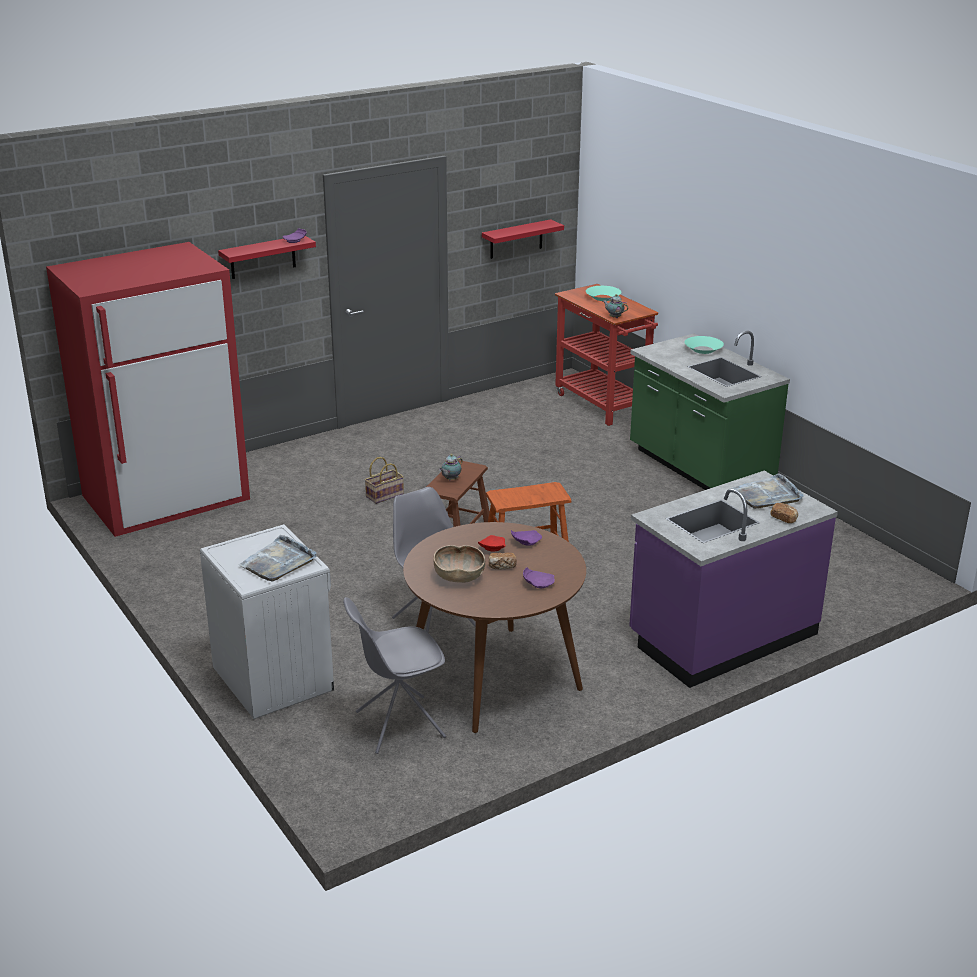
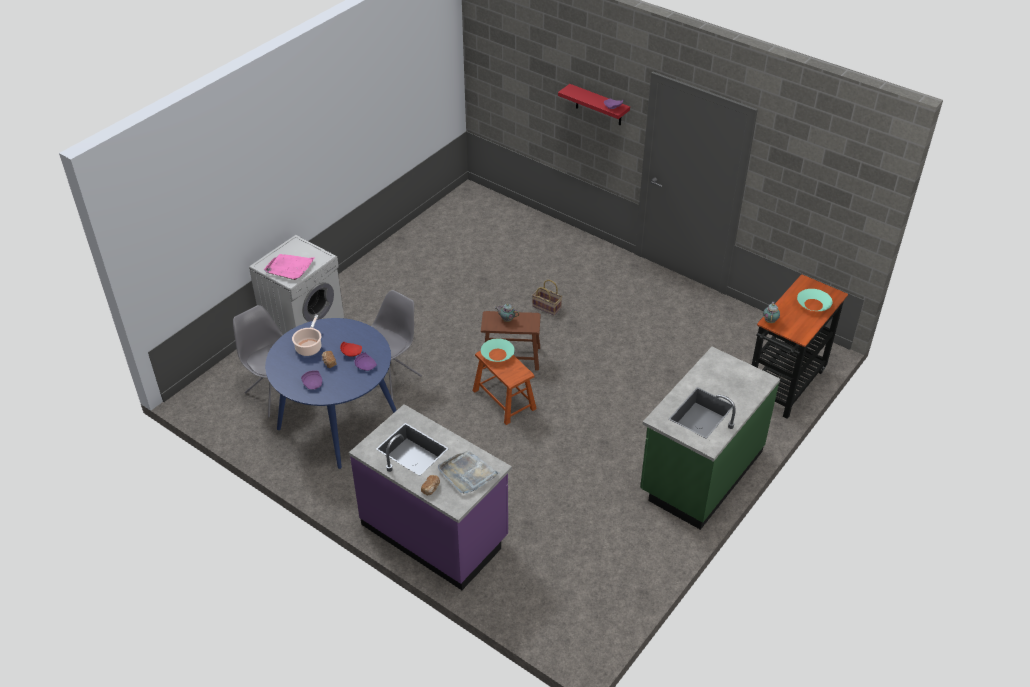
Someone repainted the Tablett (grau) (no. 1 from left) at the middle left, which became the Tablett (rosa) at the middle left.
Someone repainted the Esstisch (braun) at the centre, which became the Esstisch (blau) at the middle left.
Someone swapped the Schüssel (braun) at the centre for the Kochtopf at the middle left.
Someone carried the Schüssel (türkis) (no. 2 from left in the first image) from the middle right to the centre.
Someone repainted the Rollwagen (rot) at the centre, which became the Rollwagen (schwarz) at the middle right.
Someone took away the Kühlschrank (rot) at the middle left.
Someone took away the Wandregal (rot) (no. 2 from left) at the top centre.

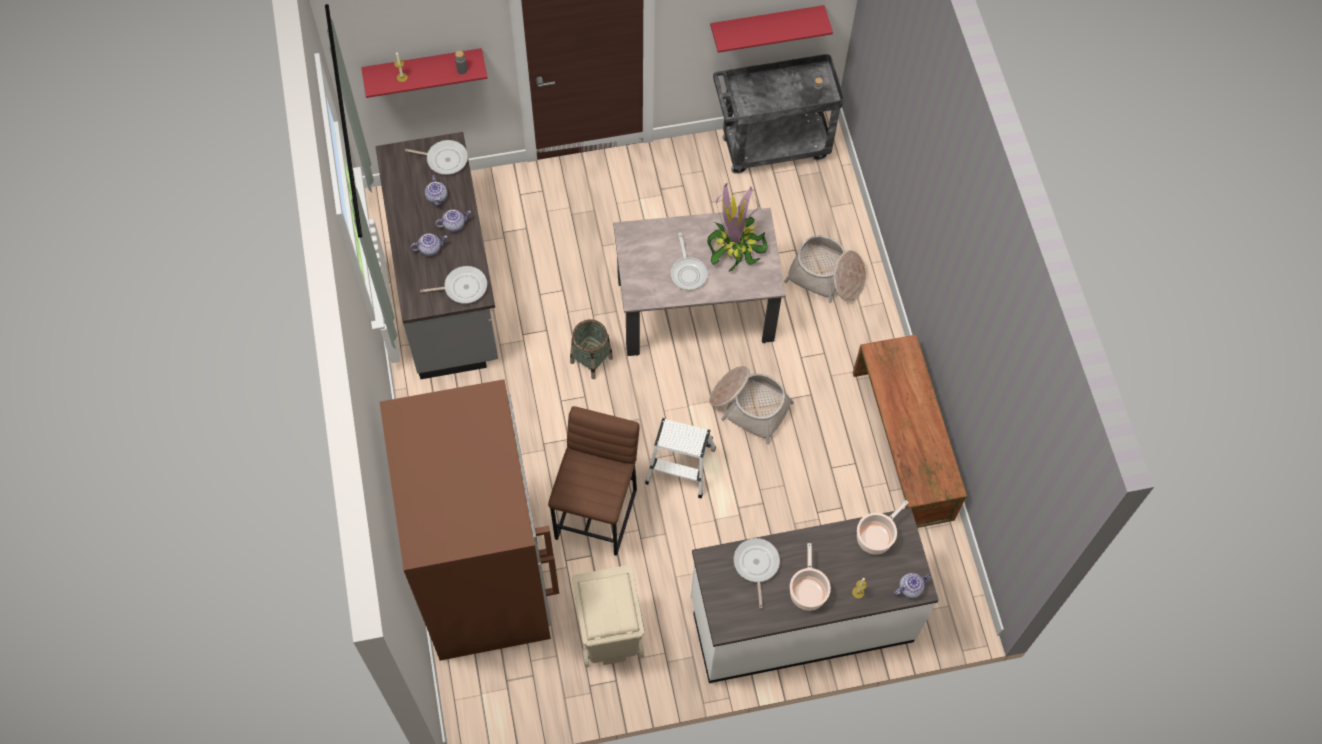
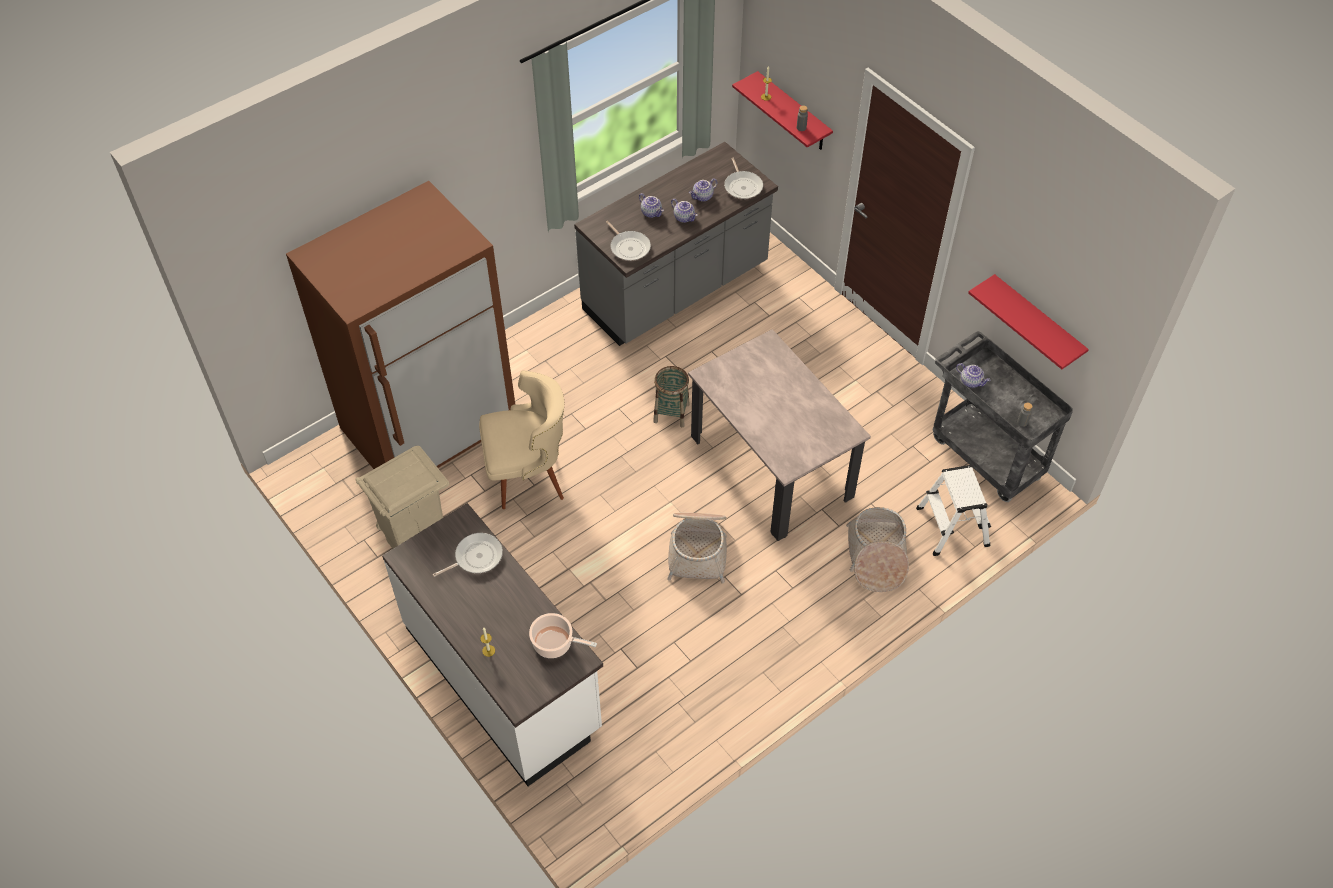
Someone swapped the Hocker (braun) at the centre for the Stuhl (beige) at the centre.
Someone carried the Trittleiter (weiß) from the centre to the middle right.
Someone carried the Teekanne (no. 4 from left) from the bottom right to the middle right.
Someone took away the Pfanne (no. 3 from left) at the centre.
Someone took away the Topfpflanze at the top centre.
Someone took away the Kochtopf (no. 1 from left) at the bottom centre.
Someone took away the Bank (braun) at the middle right.

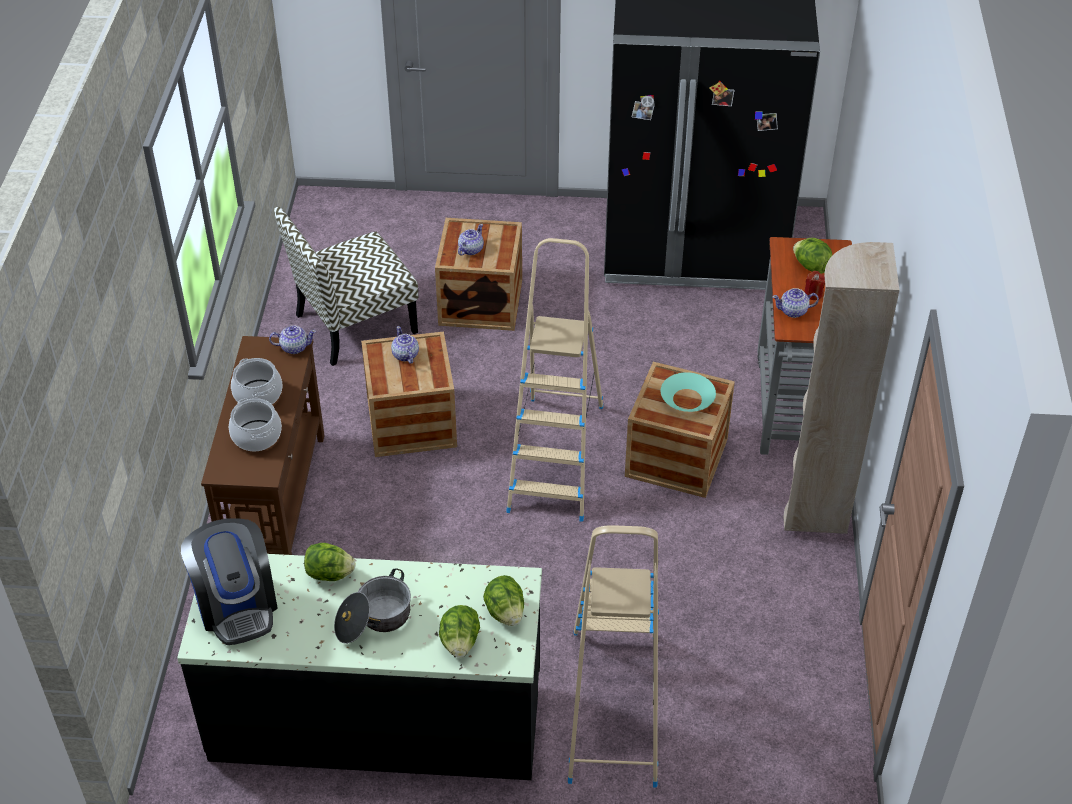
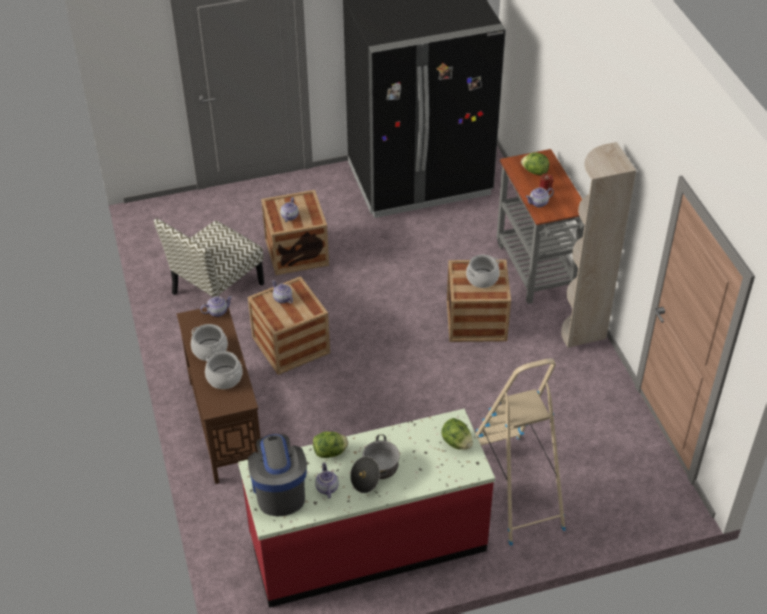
Someone repainted the Küchenzeile (schwarz) at the bottom centre, which became the Küchenzeile (rot) at the bottom centre.
Someone rotated the Kaffeemaschine at the bottom left by 150 degrees counterclockwise.
Someone put down the Teekanne (no. 4 from left) at the bottom centre.
Someone swapped the Schüssel (türkis) at the centre for the Kochtopf (no. 4 from left) at the centre.
Someone took away the Salatkopf (no. 2 from left) at the bottom centre.
Someone took away the Trittleiter (beige) (no. 1 from left) at the centre.

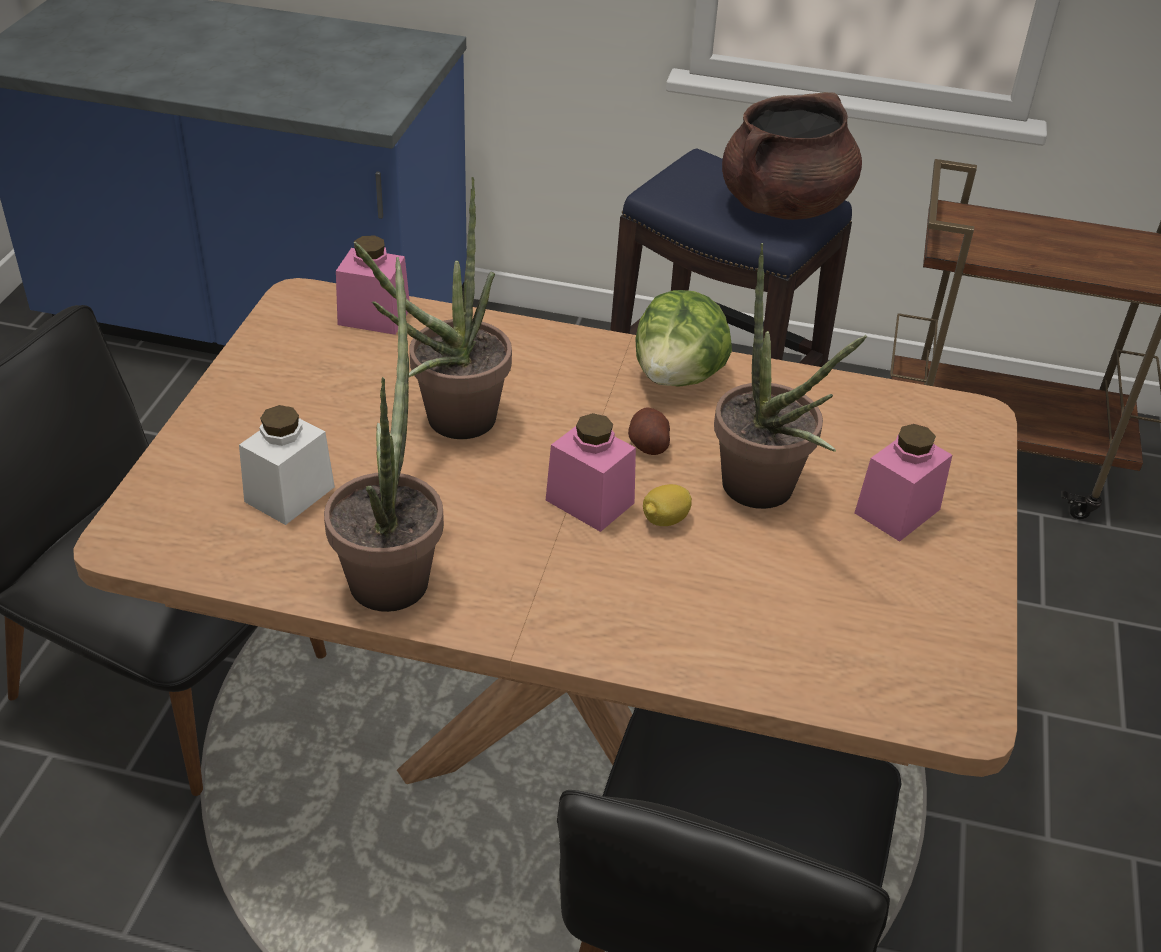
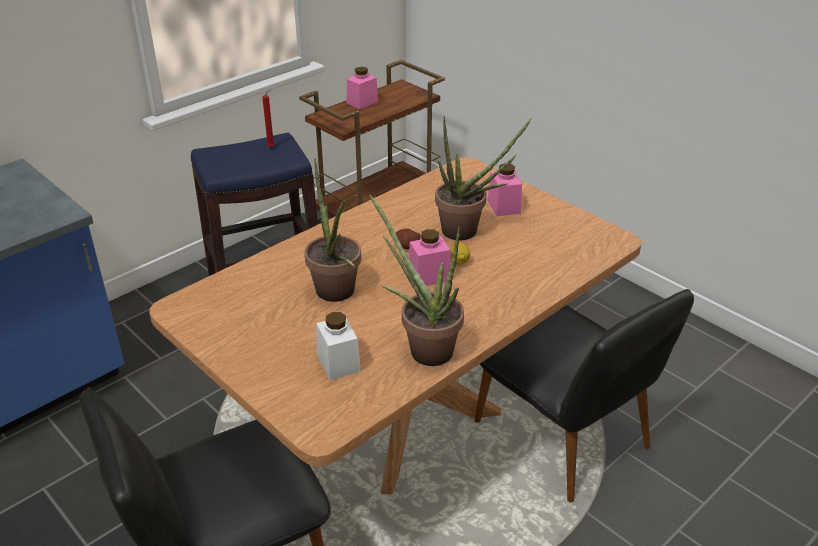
Someone swapped the Kochtopf (braun) at the top right for the Kerze (rot) at the top left.
Someone carried the Vorratsglas (rosa) (no. 1 from left) from the top left to the top centre.
Someone took away the Salatkopf at the centre.

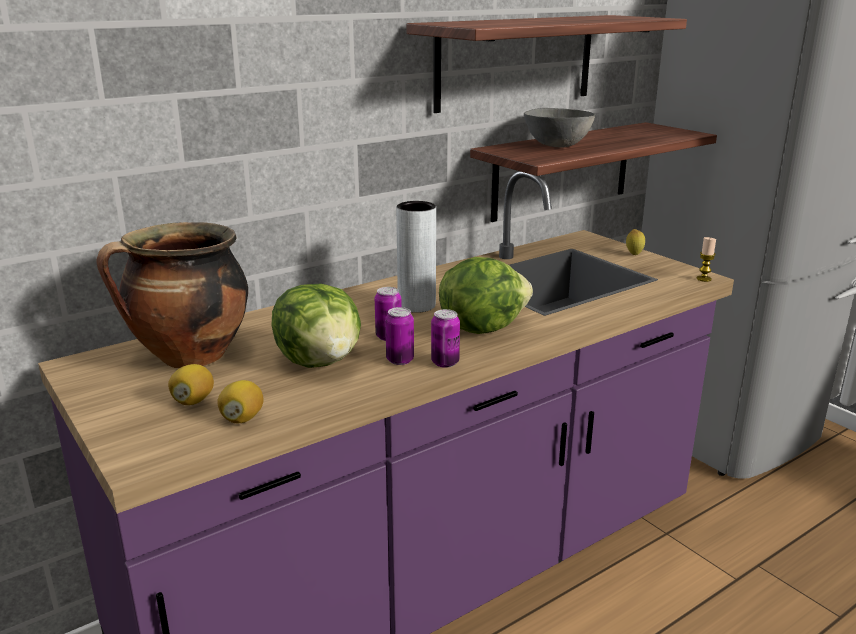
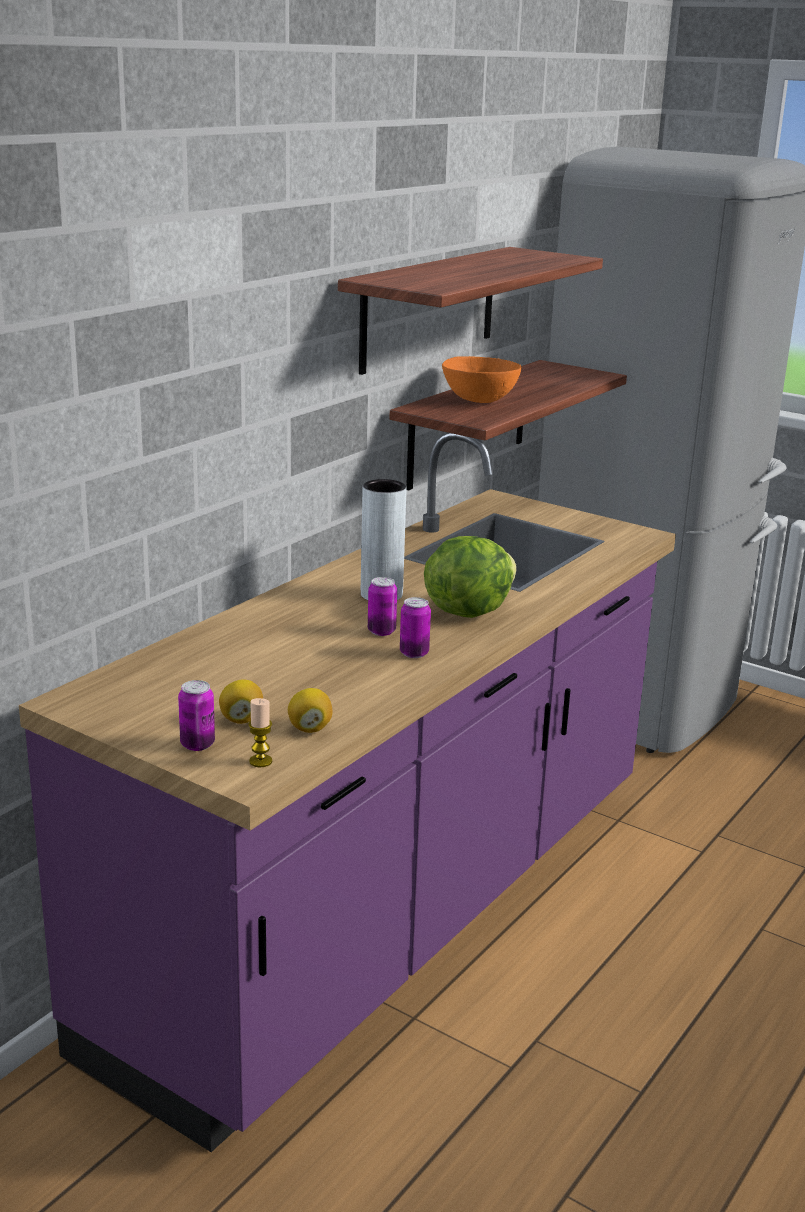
Someone carried the Dose (no. 3 from left in the first image) from the centre to the middle left.
Someone carried the Kerze from the middle right to the middle left.
Someone repainted the Schüssel (grau) at the top centre, which became the Schüssel (orange) at the top centre.
Someone took away the Kochtopf at the middle left.
Someone took away the Salatkopf (no. 1 from left) at the centre.
Someone took away the Zitrone (no. 3 from left) at the middle right.

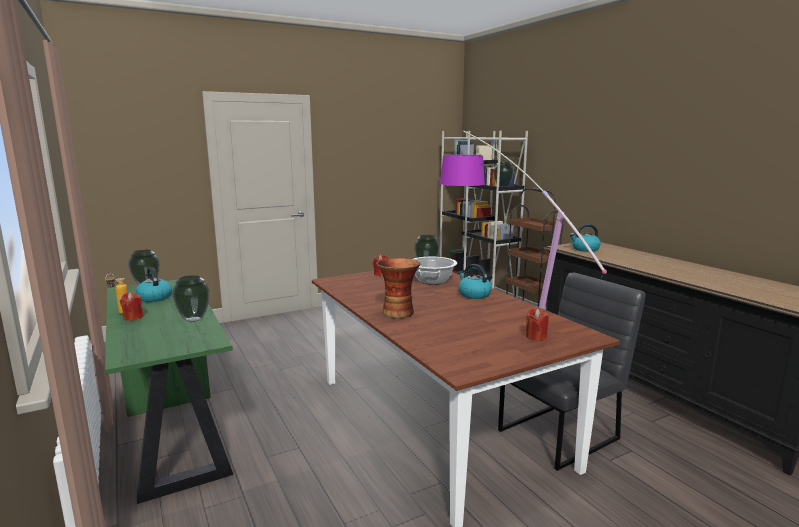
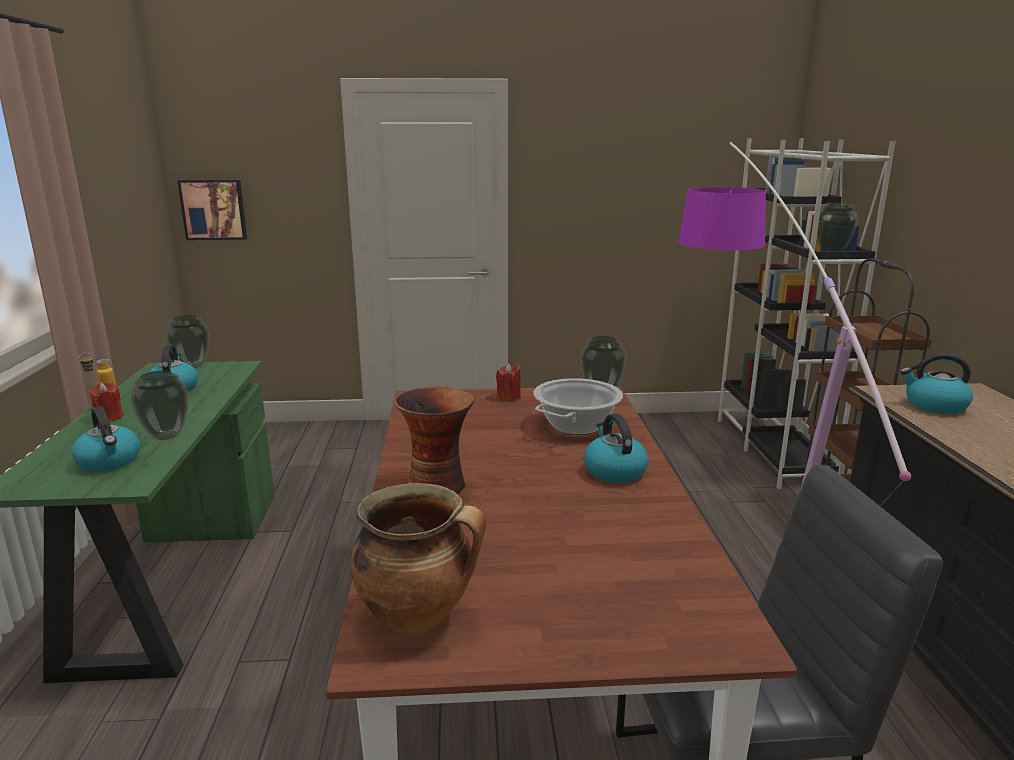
Someone put down the Wasserkessel (no. 1 from left) at the middle left.
Someone put up the Bild at the top left.
Someone put down the Kochtopf (no. 1 from left) at the bottom centre.
Someone took away the Kerze (rot) (no. 3 from left) at the middle right.

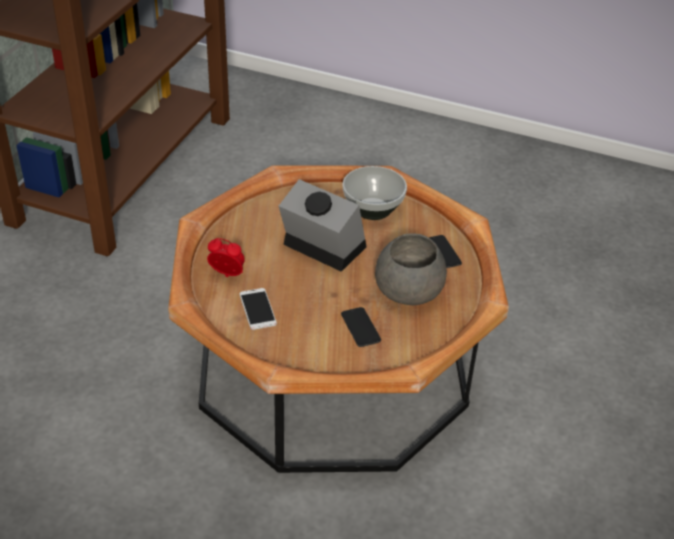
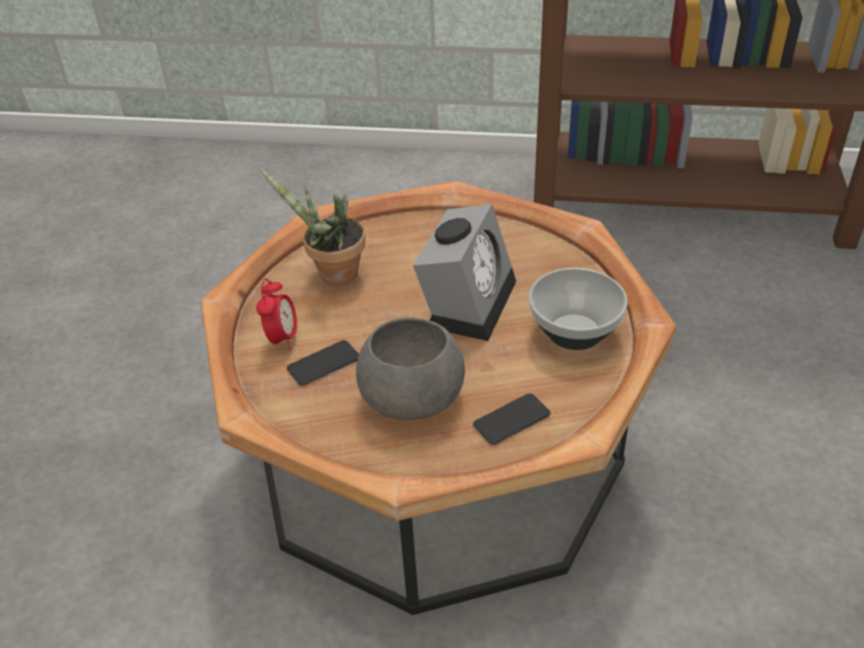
Someone carried the Wecker (no. 1 from left) from the centre to the middle left.
Someone swapped the Handy (no. 1 from left) at the centre for the Topfpflanze at the centre.

